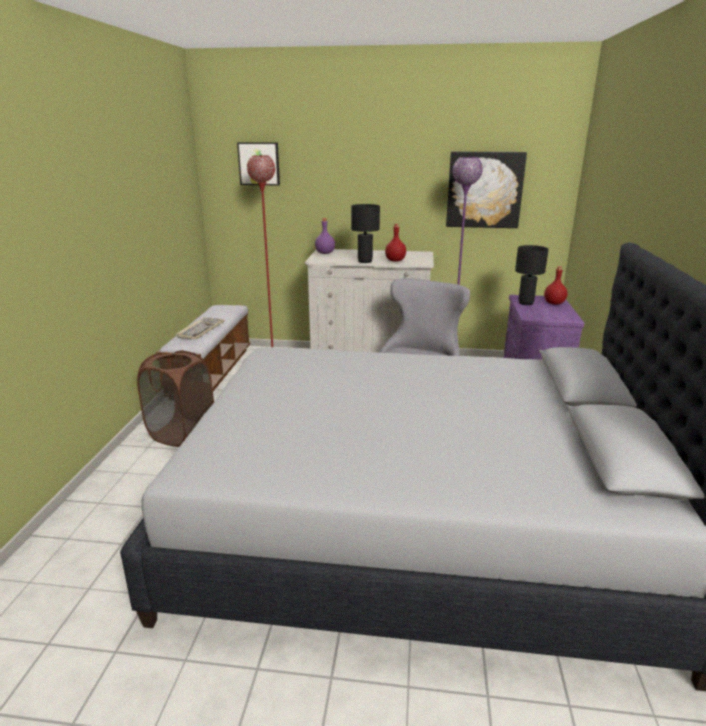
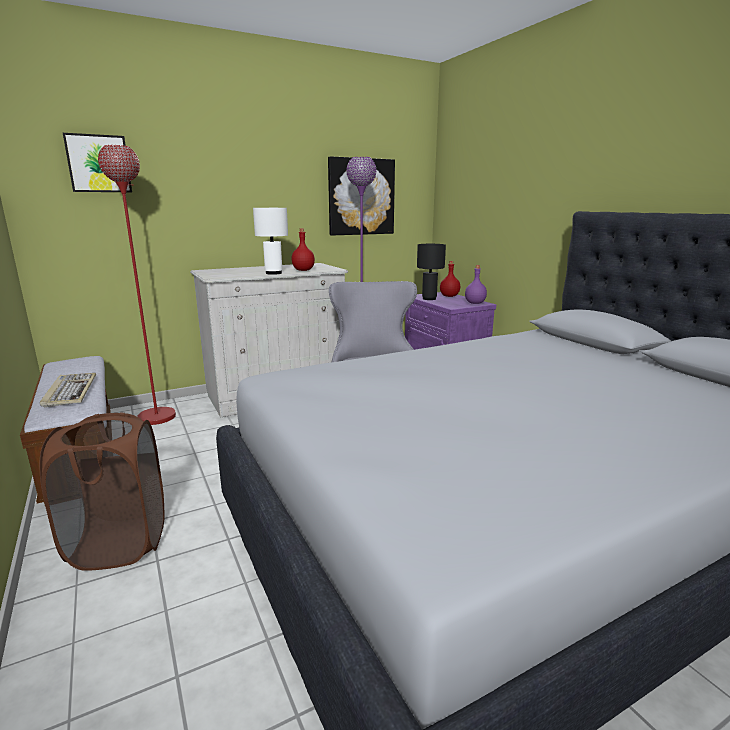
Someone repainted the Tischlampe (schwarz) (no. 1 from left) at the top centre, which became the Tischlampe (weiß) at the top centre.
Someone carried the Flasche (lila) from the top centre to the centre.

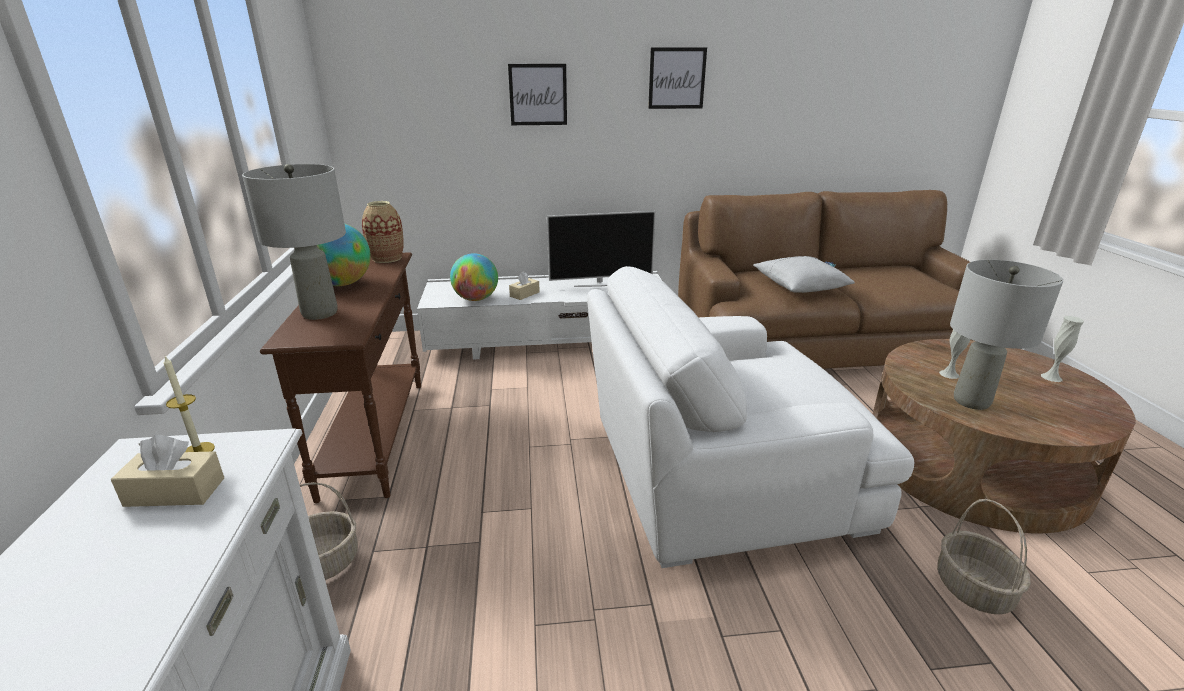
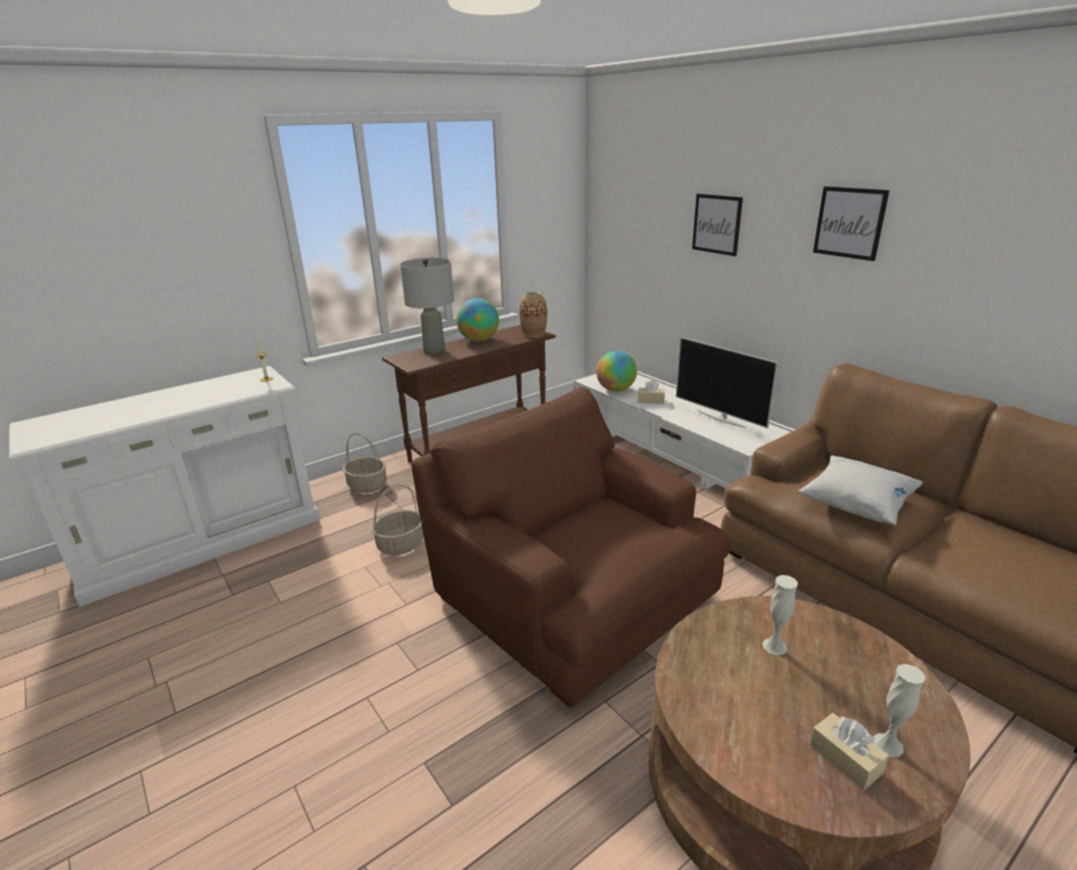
Someone carried the Korb (no. 2 from left) from the bottom right to the centre.
Someone repainted the Sessel (weiß) at the centre, which became the Sessel (braun) at the centre.
Someone carried the Taschentuchbox (beige) (no. 1 from left in the first image) from the bottom left to the bottom right.
Someone took away the Tischlampe (grau) (no. 2 from left) at the middle right.

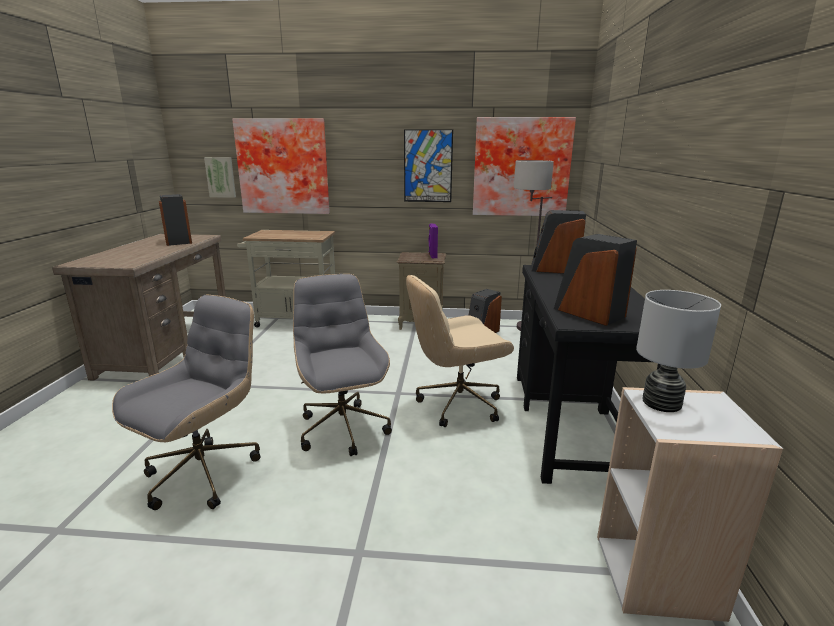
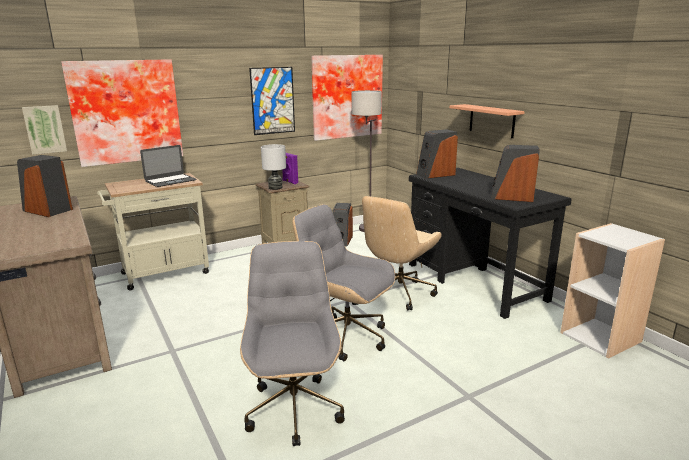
Someone put down the Laptop at the middle left.
Someone carried the Tischlampe (grau) from the middle right to the centre.
Someone put up the Wandregal at the top right.

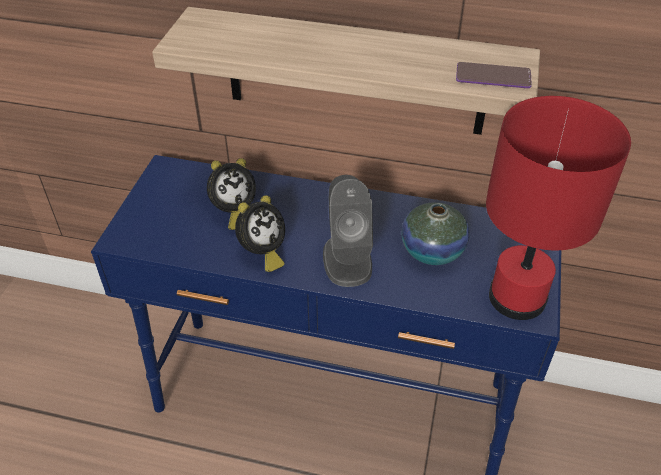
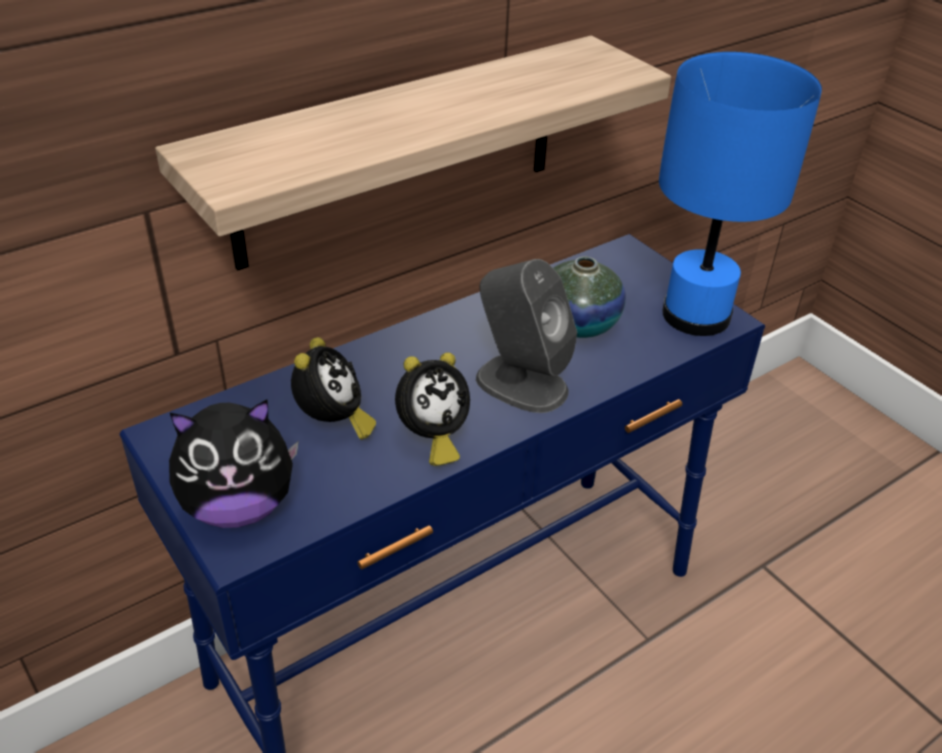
Someone put down the Plüschtier at the middle left.
Someone rotated the Wecker (no. 2 from left) at the centre by 60 degrees clockwise.
Someone repainted the Tischlampe (rot) at the middle right, which became the Tischlampe (blau) at the top right.
Someone took away the Handy at the top right.

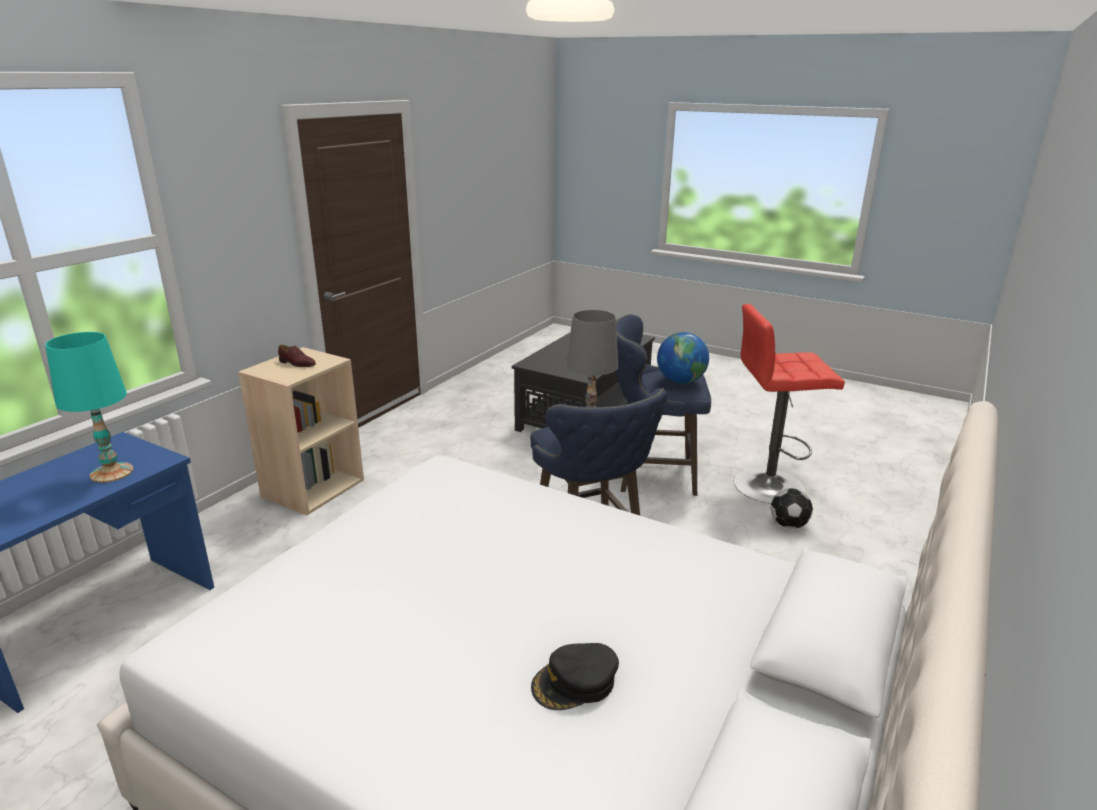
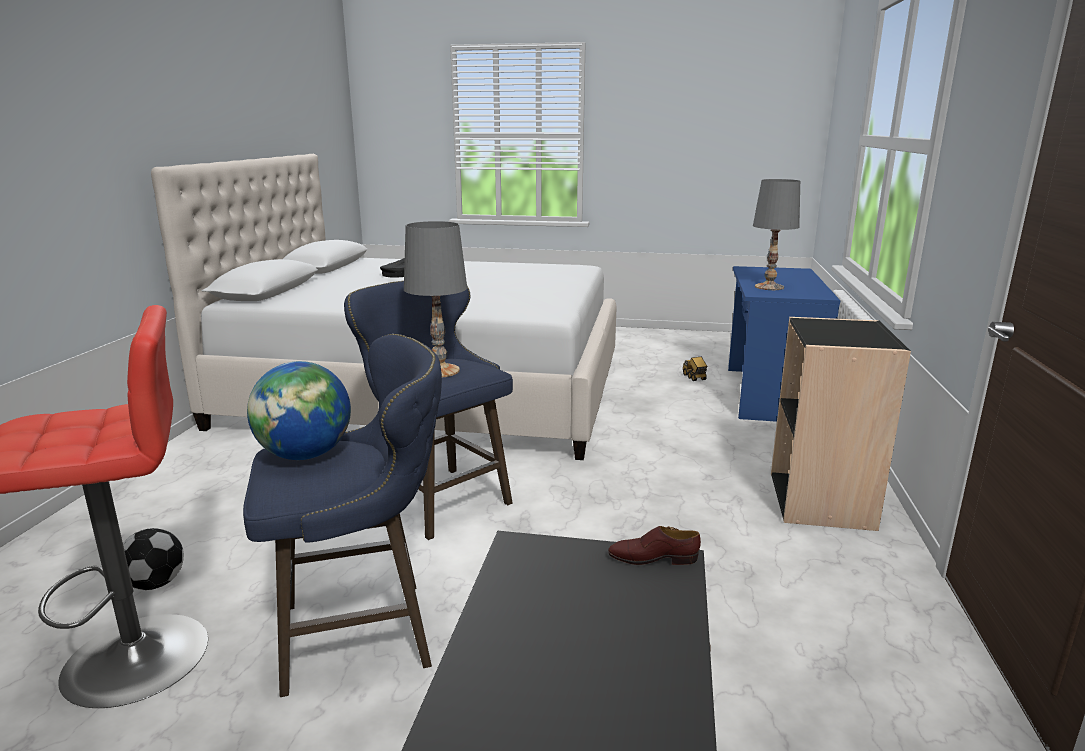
Someone carried the Schuh (braun) from the middle left to the bottom centre.
Someone put down the Spielzeuglaster at the centre.
Someone repainted the Tischlampe (türkis) at the middle left, which became the Tischlampe (grau) (no. 2 from left) at the top right.
Someone repainted the Bücherregal (beige) at the middle left, which became the Bücherregal (schwarz) at the middle right.

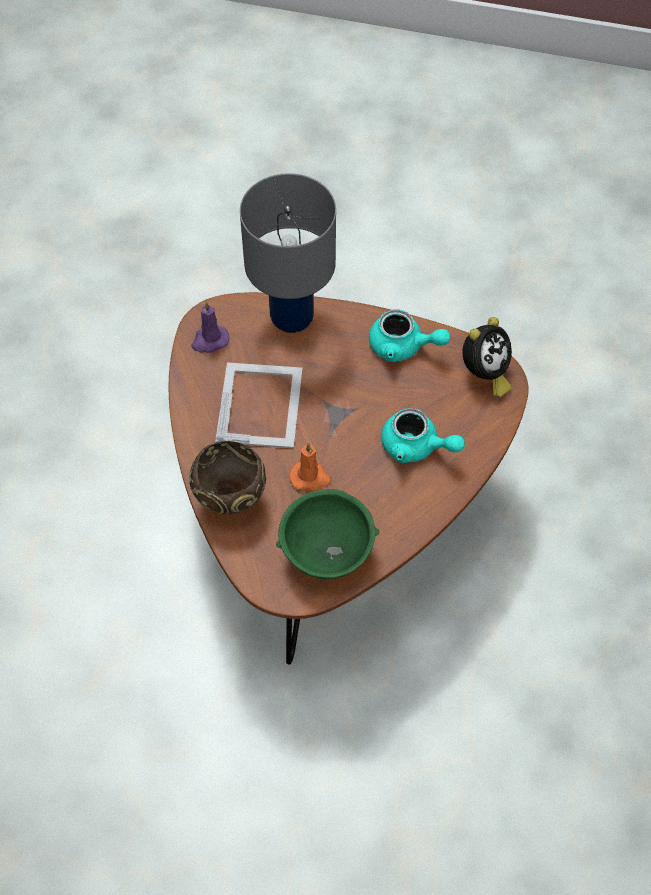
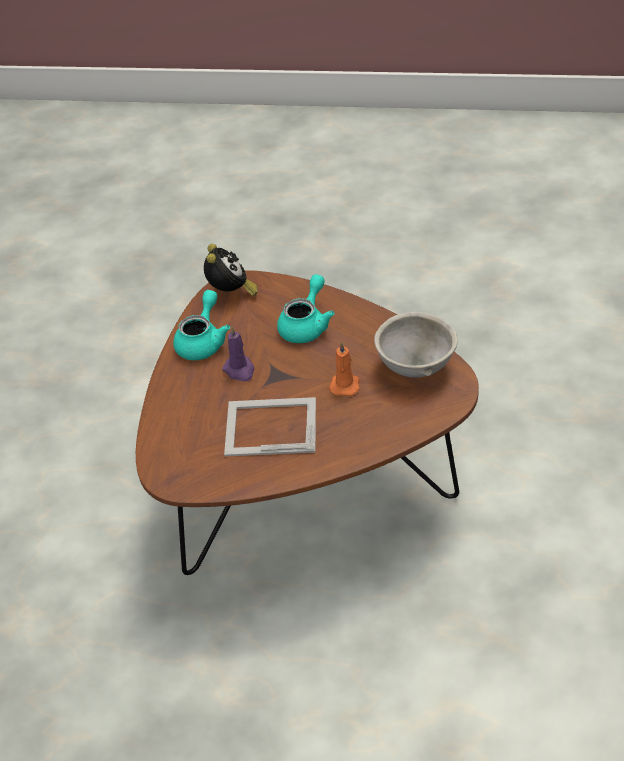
Someone rotated the Wecker at the middle right by 45 degrees clockwise.
Someone carried the Kerze (lila) from the middle left to the centre.
Someone repainted the Schüssel (grün) at the centre, which became the Schüssel (grau) at the middle right.
Someone took away the Schüssel (braun) at the centre.
Someone took away the Tischlampe (grau) at the top centre.

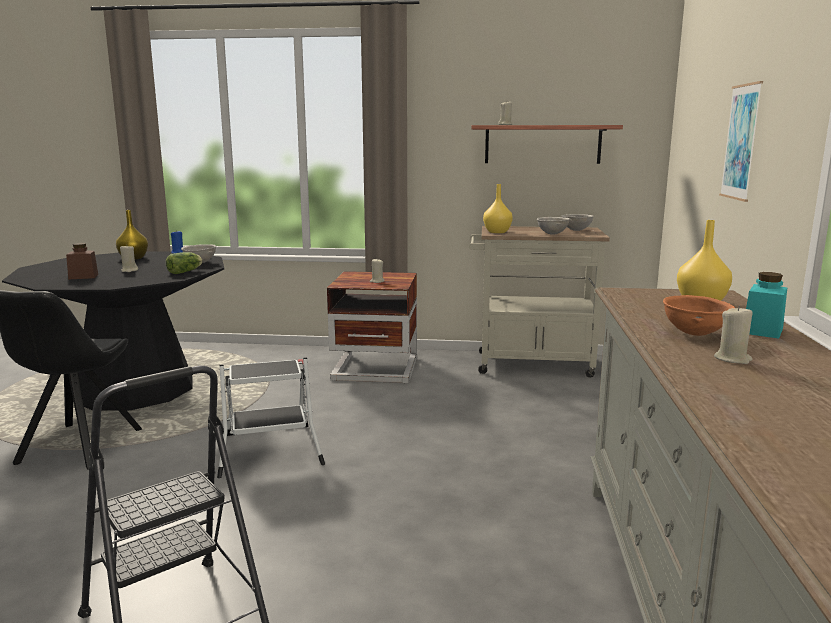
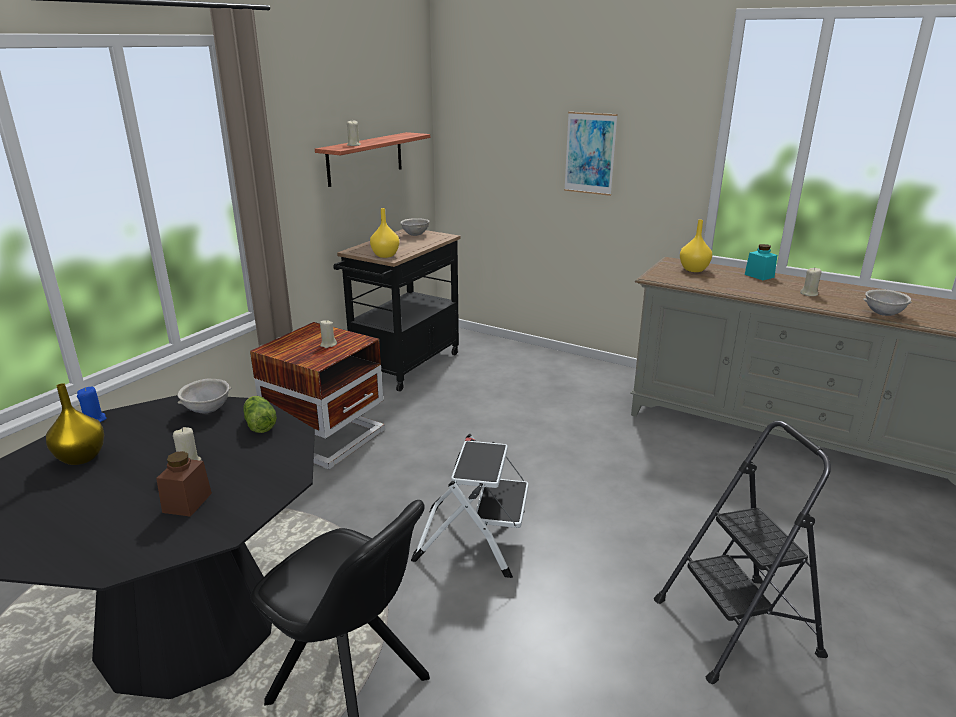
Someone repainted the Rollwagen (beige) at the centre, which became the Rollwagen (schwarz) at the centre.
Someone carried the Schüssel (grau) (no. 2 from left in the first image) from the centre to the middle right.
Someone took away the Schüssel (orange) at the middle right.

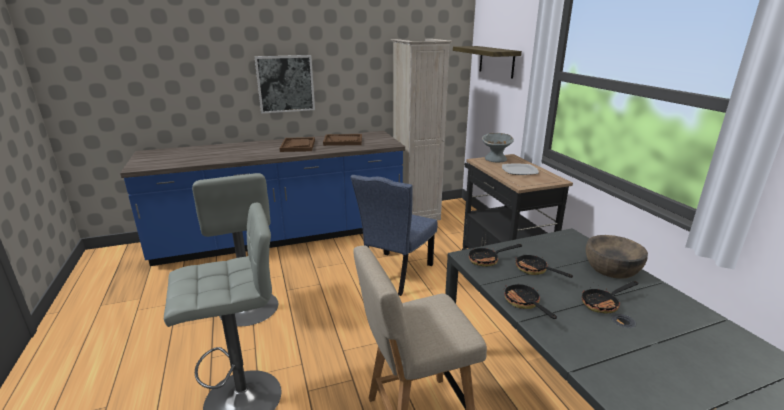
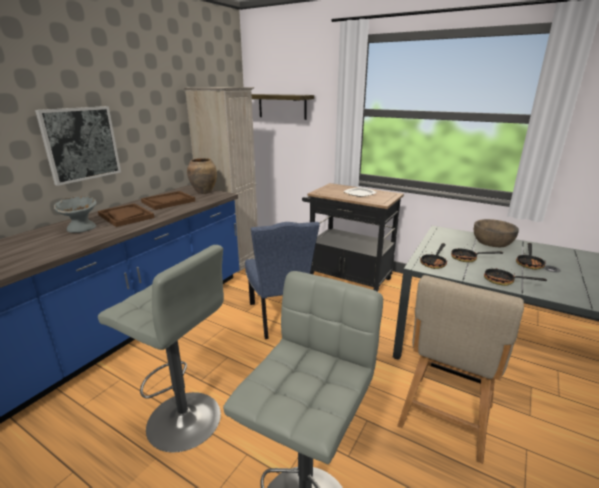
Someone carried the Schüssel (grau) from the centre to the middle left.
Someone put down the Vase (braun) at the centre.

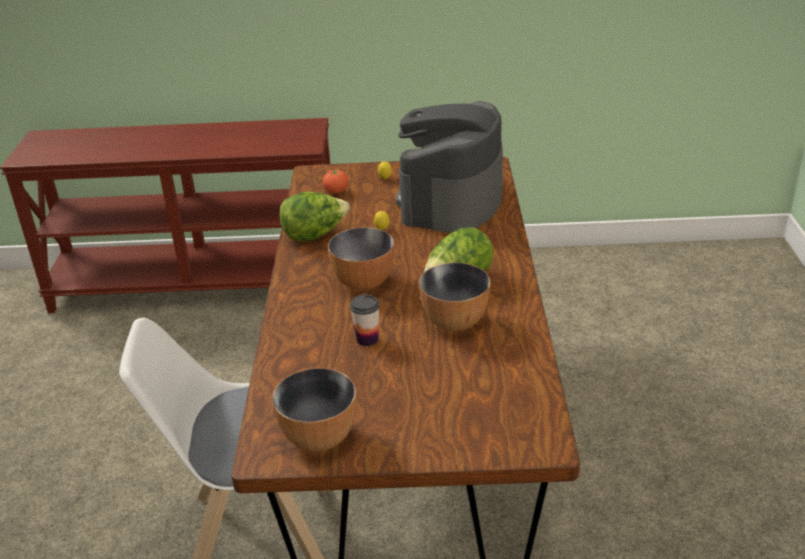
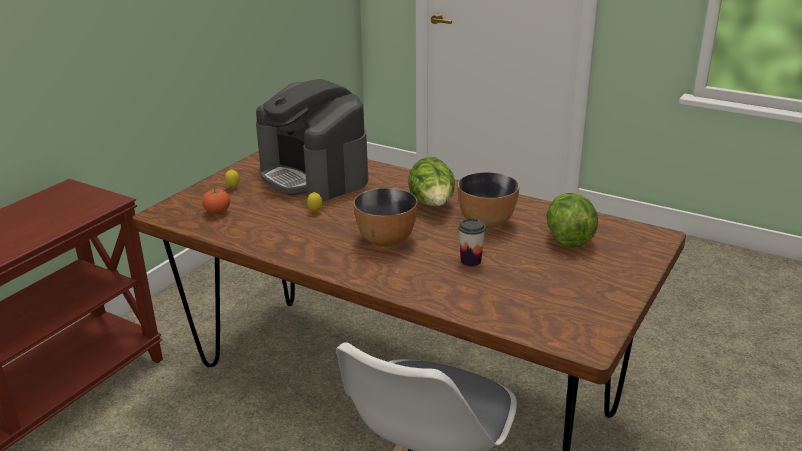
Someone carried the Salatkopf (no. 1 from left in the first image) from the centre to the middle right.
Someone took away the Schüssel (no. 1 from left) at the bottom centre.

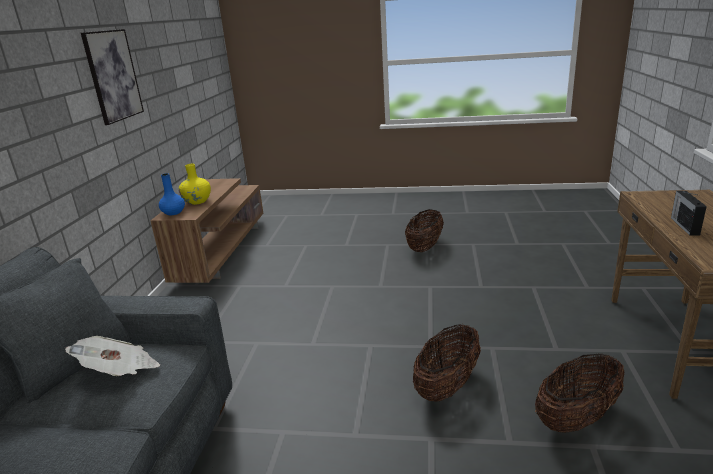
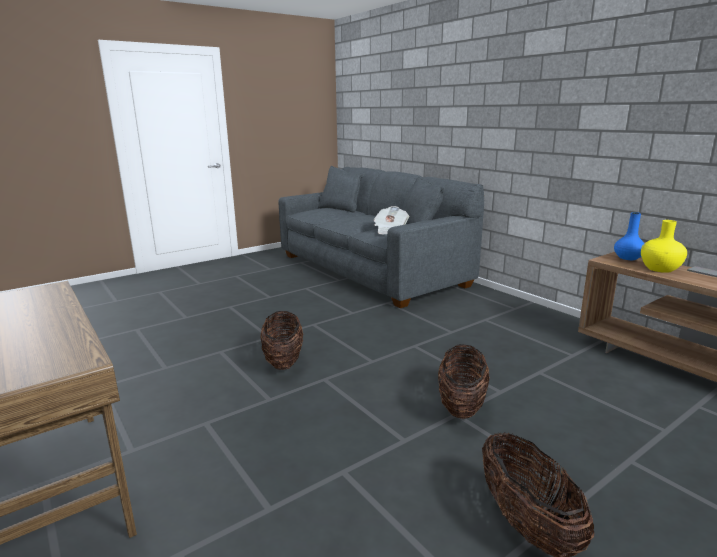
Someone carried the Korb (no. 3 from left in the first image) from the bottom right to the bottom centre.
Someone took away the Bild at the top left.
Someone took away the Radio at the middle right.

